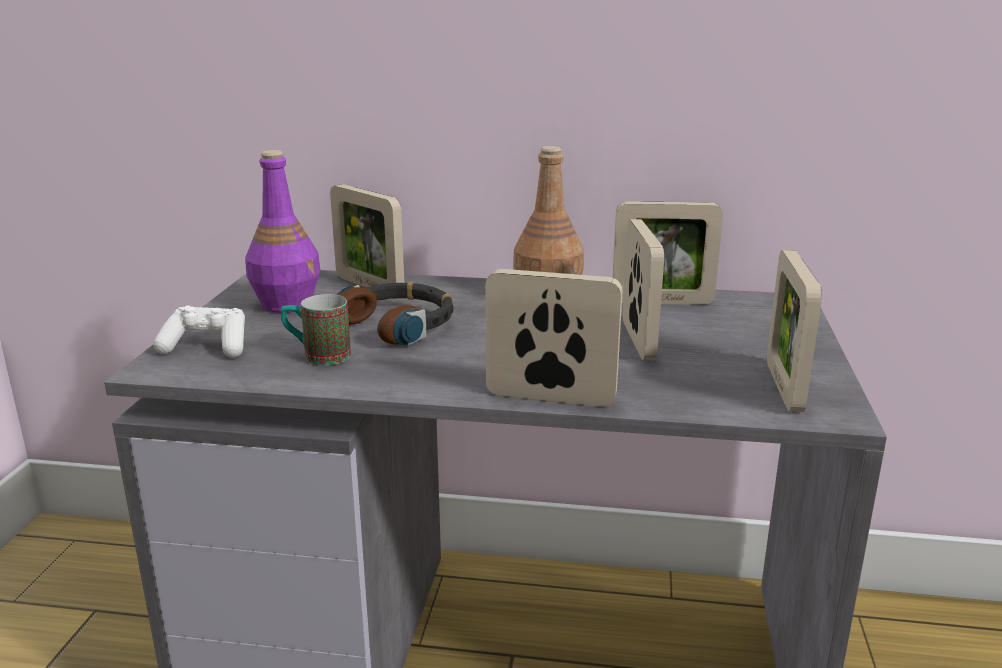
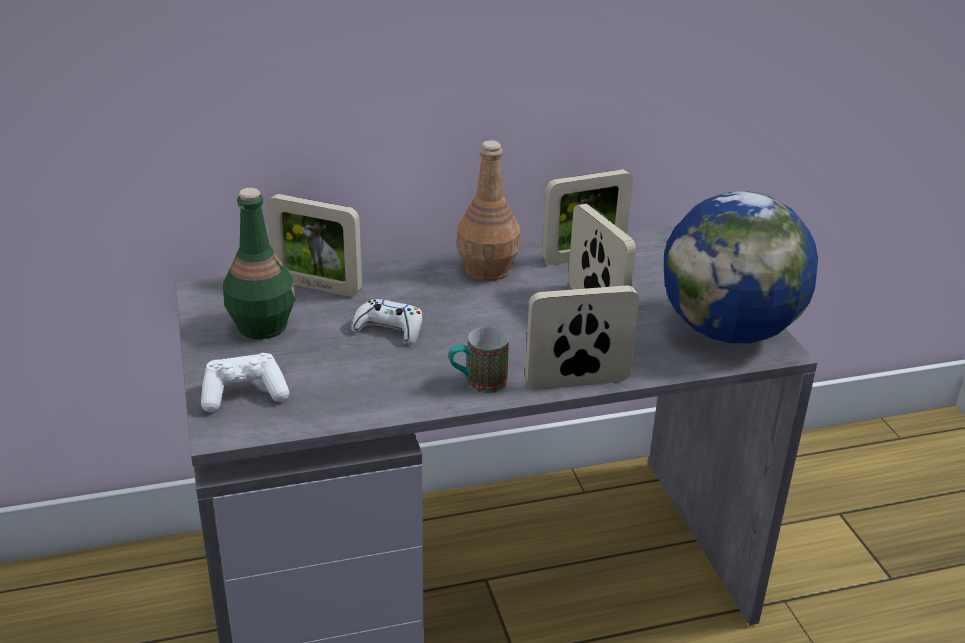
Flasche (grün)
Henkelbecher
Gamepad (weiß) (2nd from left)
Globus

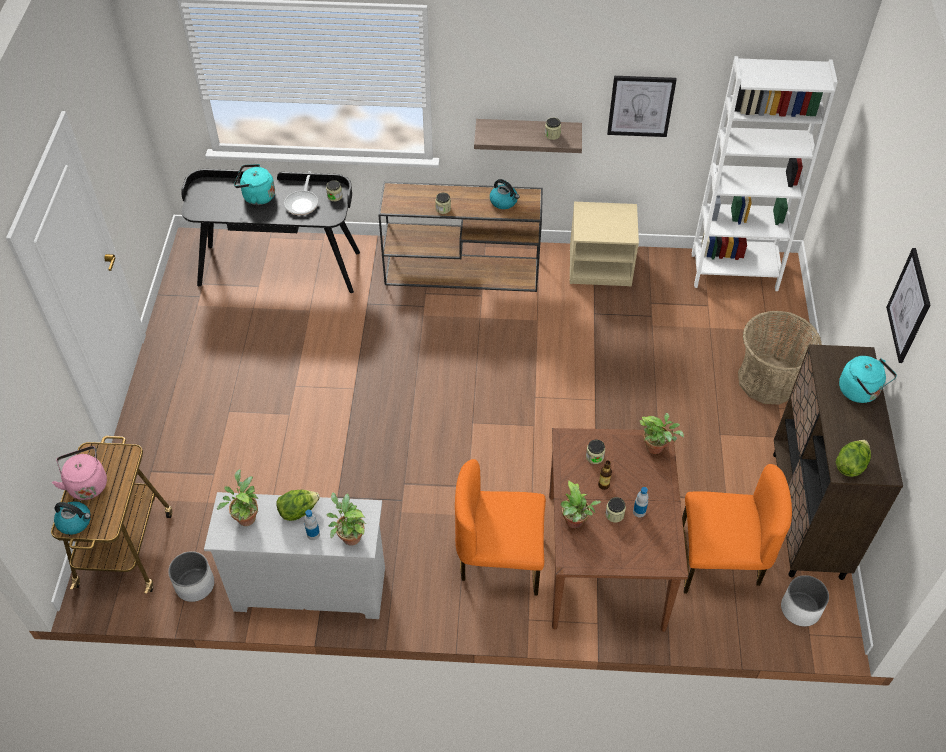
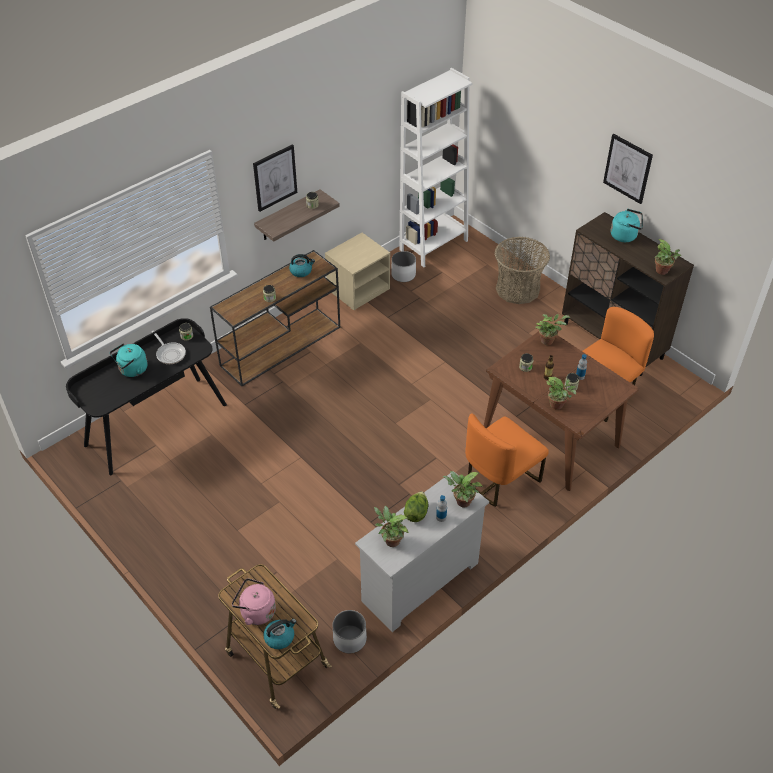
Bild (1st from left)
Pflanzkübel (weiß) (2nd from left)
Topfpflanze (5th from left)

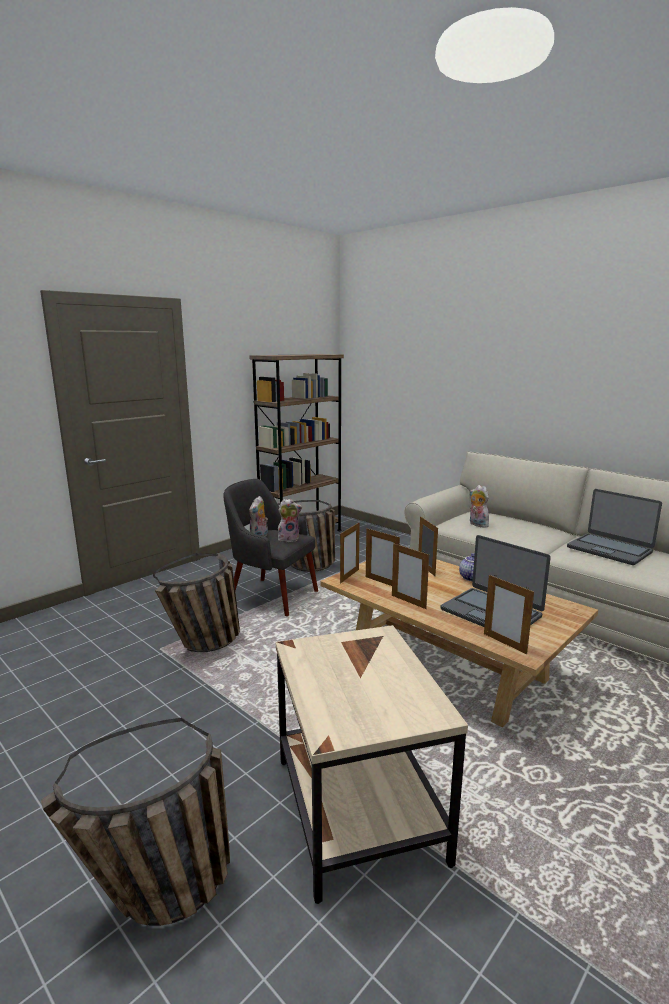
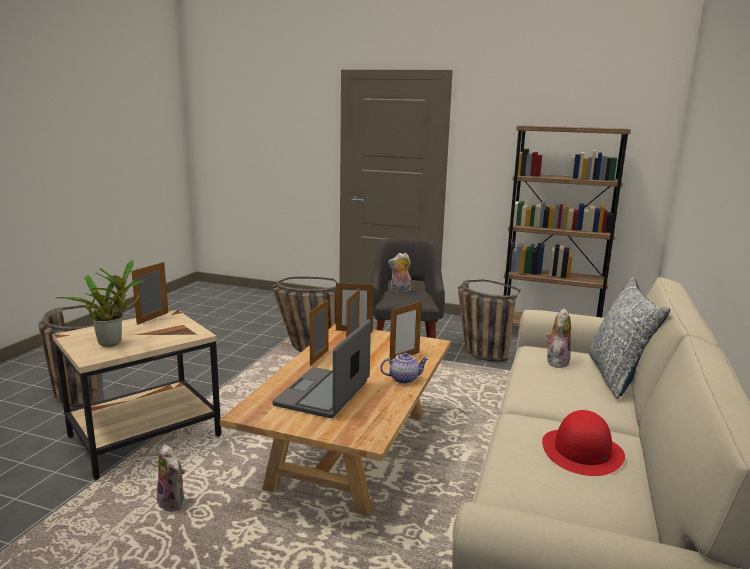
Plüschtier (1st from left)
Bilderrahmen (1st from left)
Hut (rot)
Topfpflanze
Kissen

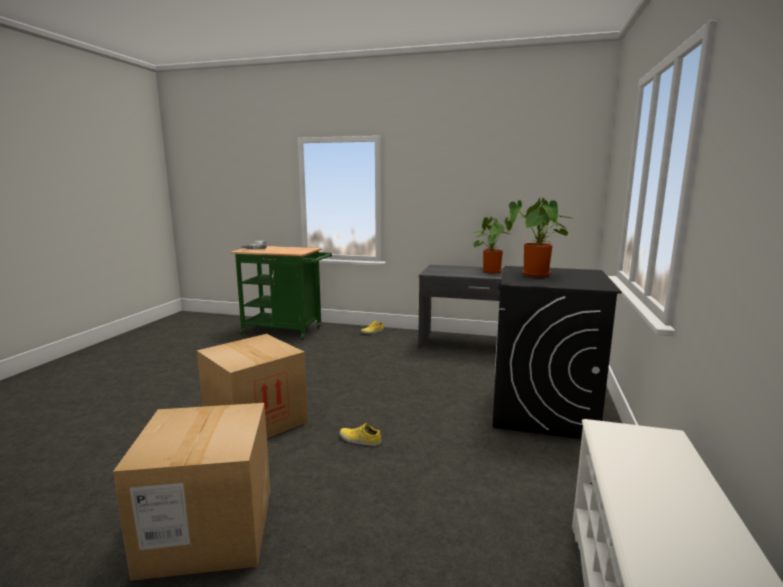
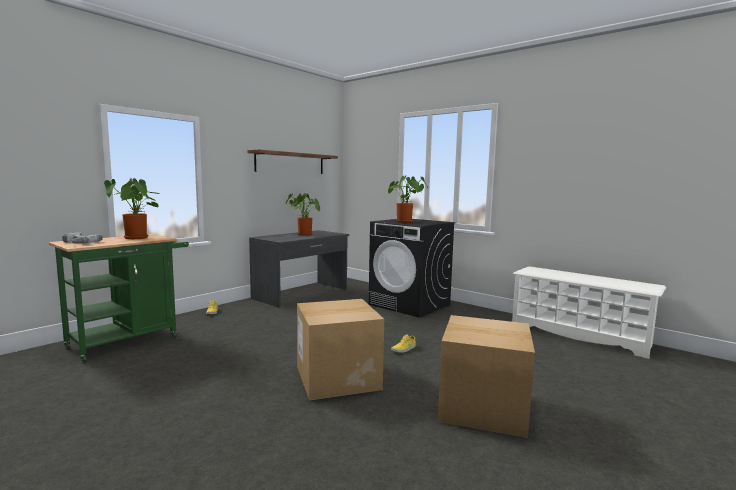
Topfpflanze (1st from left)
Wandregal

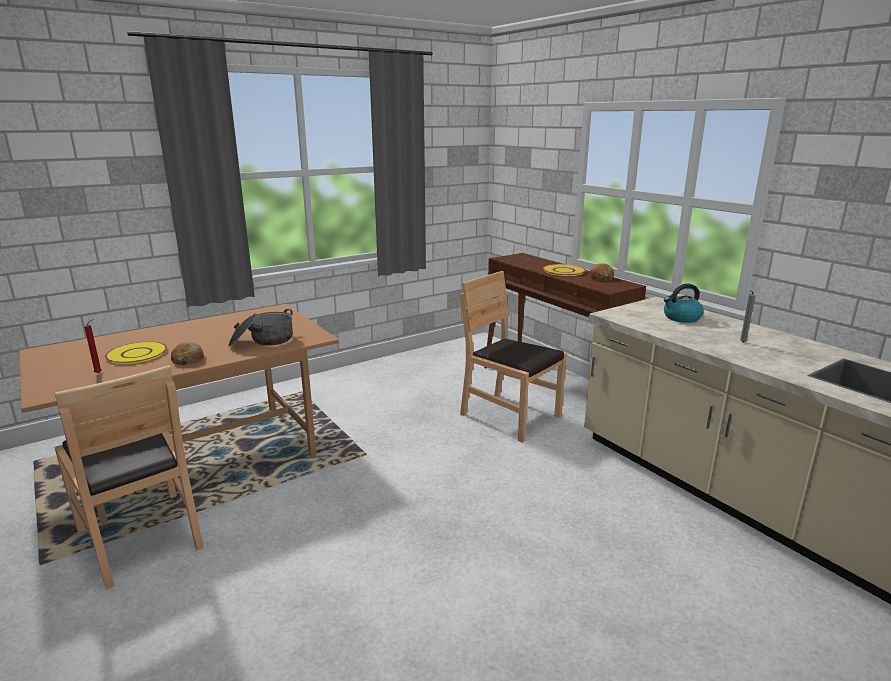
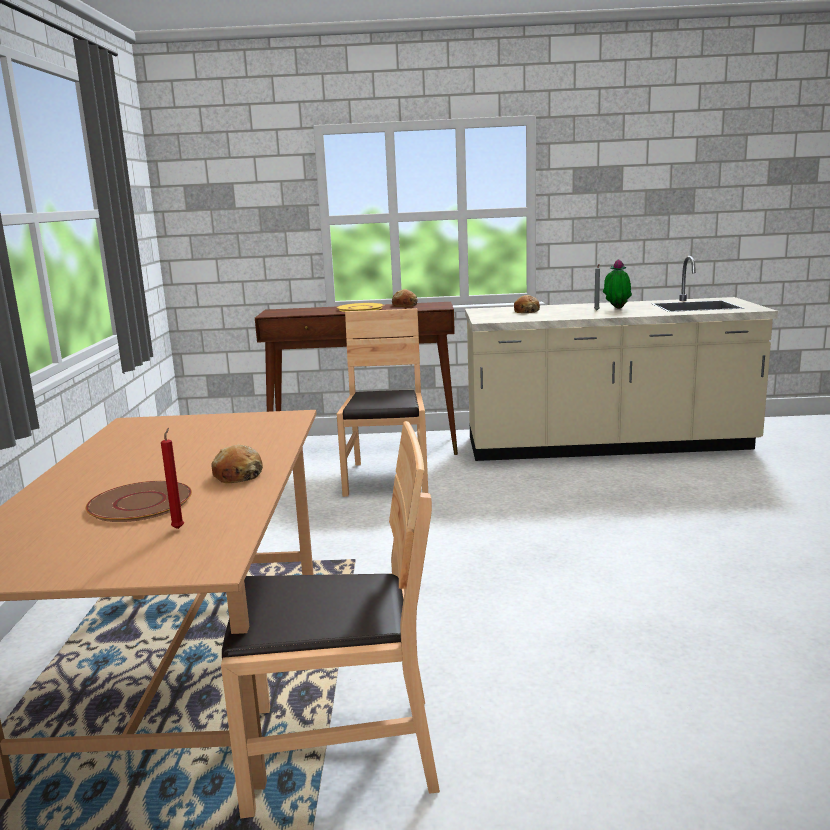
Teller (braun)
Kochtopf
Stuhl (braun) (2nd from left)
Brot (3rd from left)
Topfpflanze

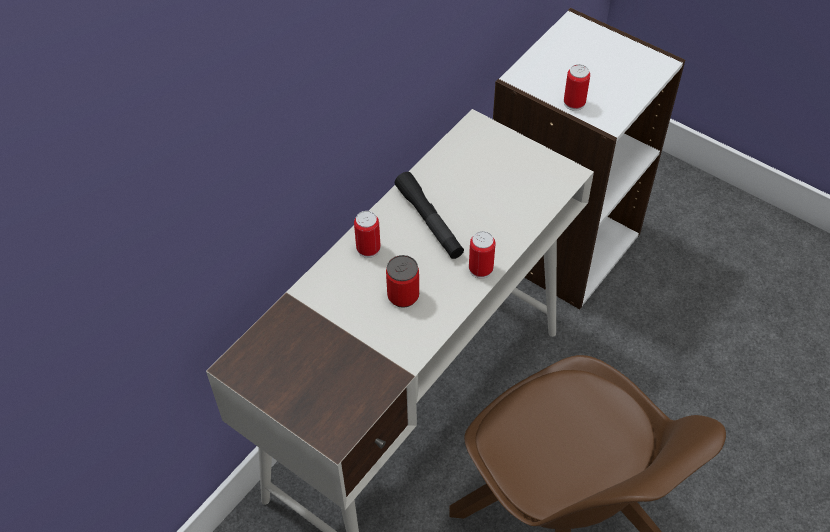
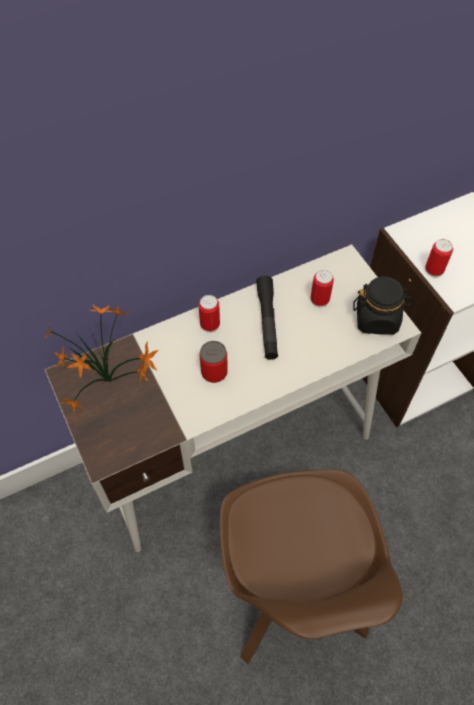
Dose (3rd from left)
Topfpflanze
Vorratsglas (schwarz)

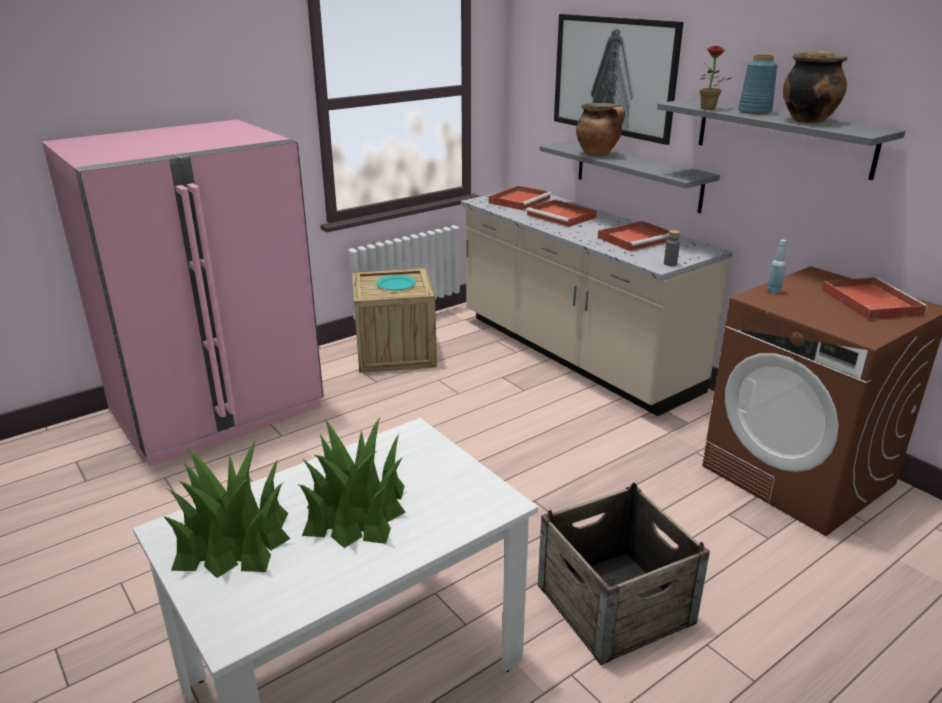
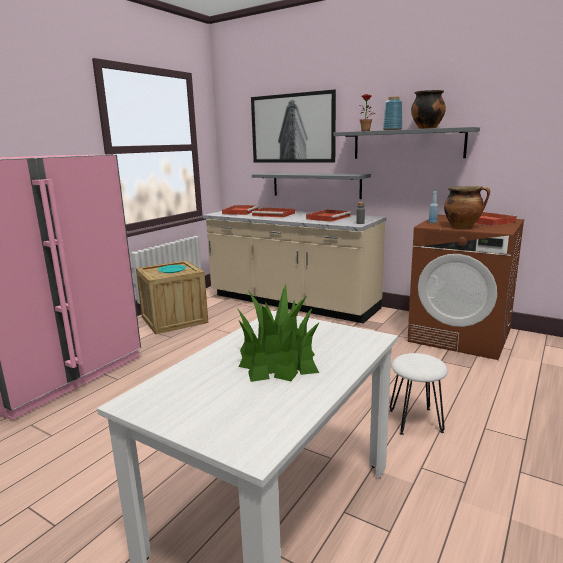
Topfpflanze (1st from left in the first image)
Hocker (weiß)
Kochtopf (2nd from left)

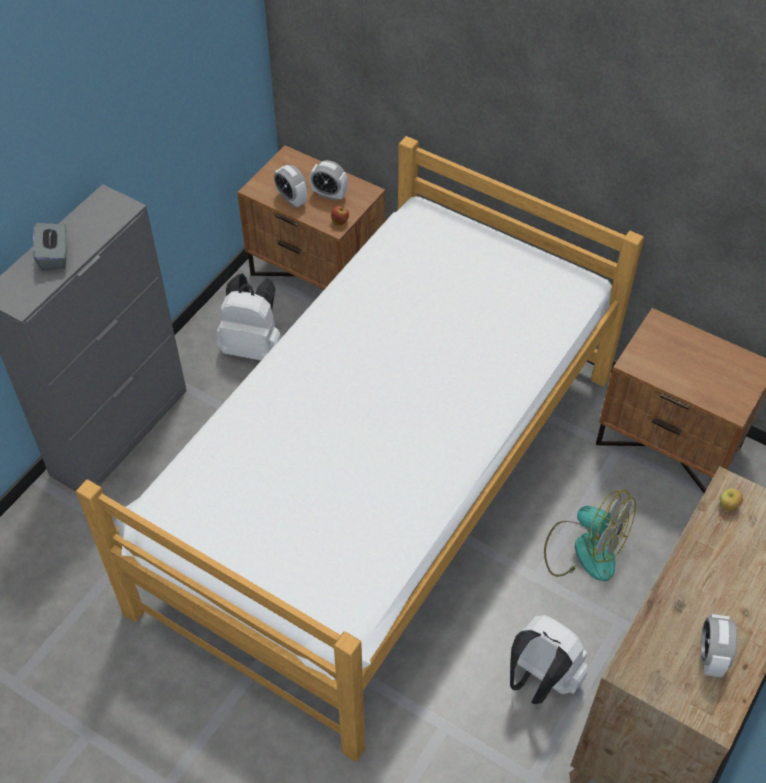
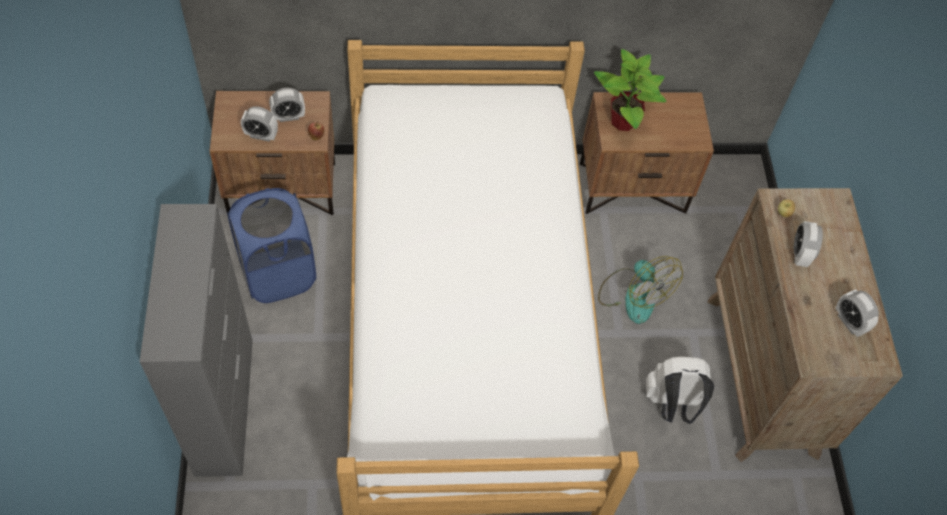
Taschentuchbox (grau)
Wäschekorb (blau)
Ventilator
Topfpflanze
Wecker (3rd from left)

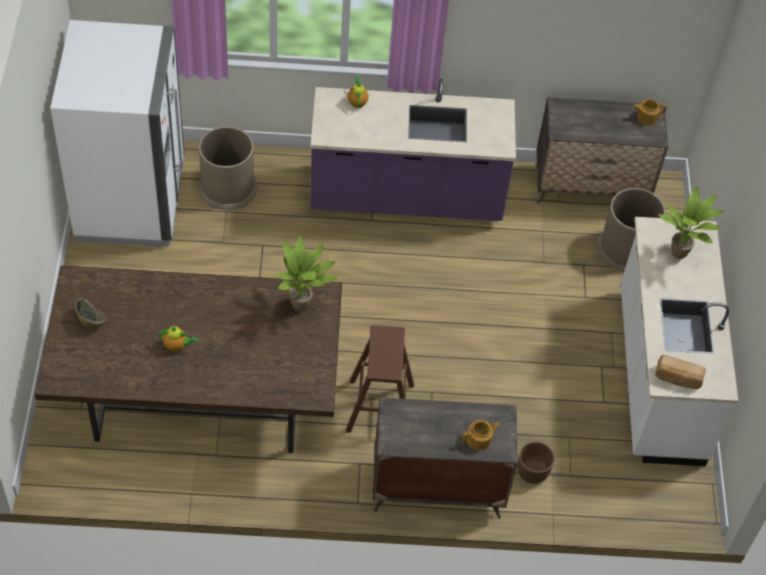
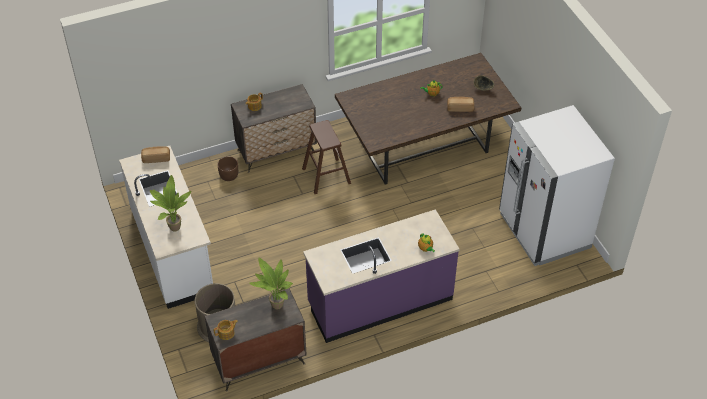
Mülleimer (braun) (1st from left in the first image)
Topfpflanze (2nd from left)
Brot (2nd from left)

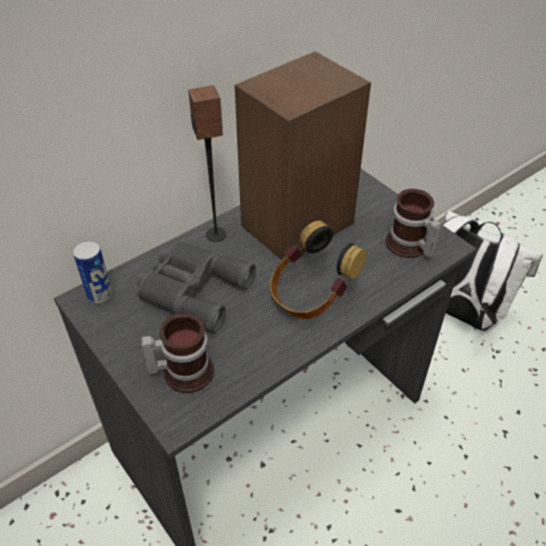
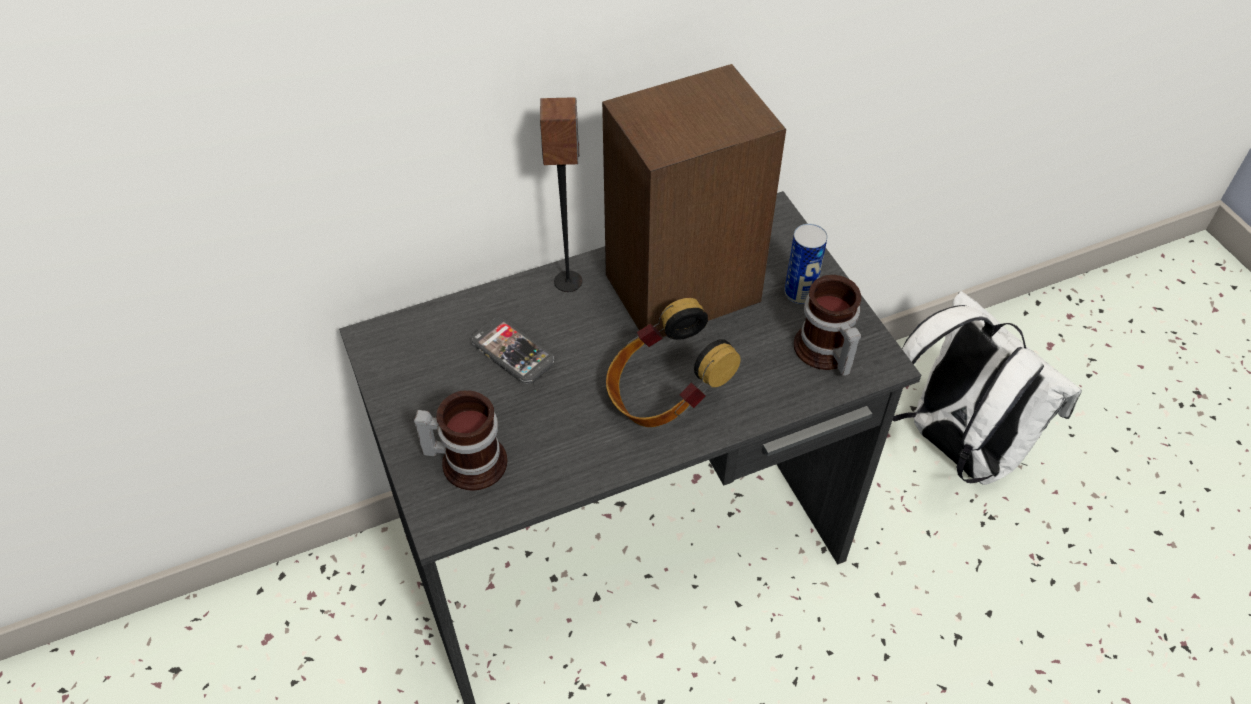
Dose
Handy

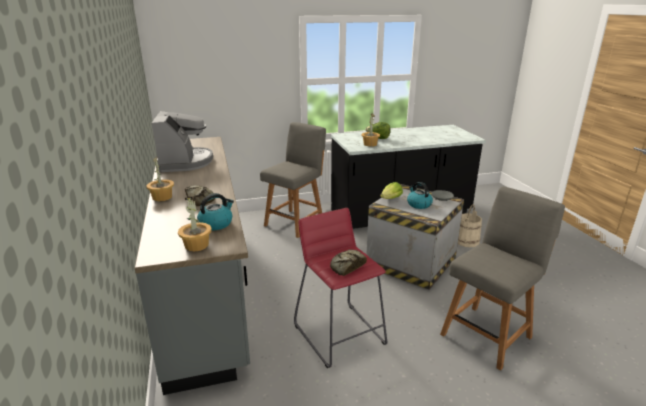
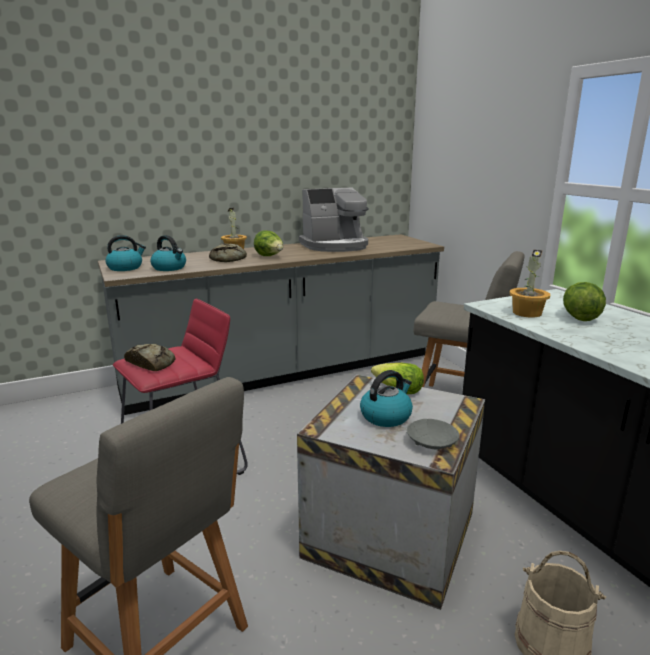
Wasserkessel (1st from left)
Salatkopf (1st from left)

